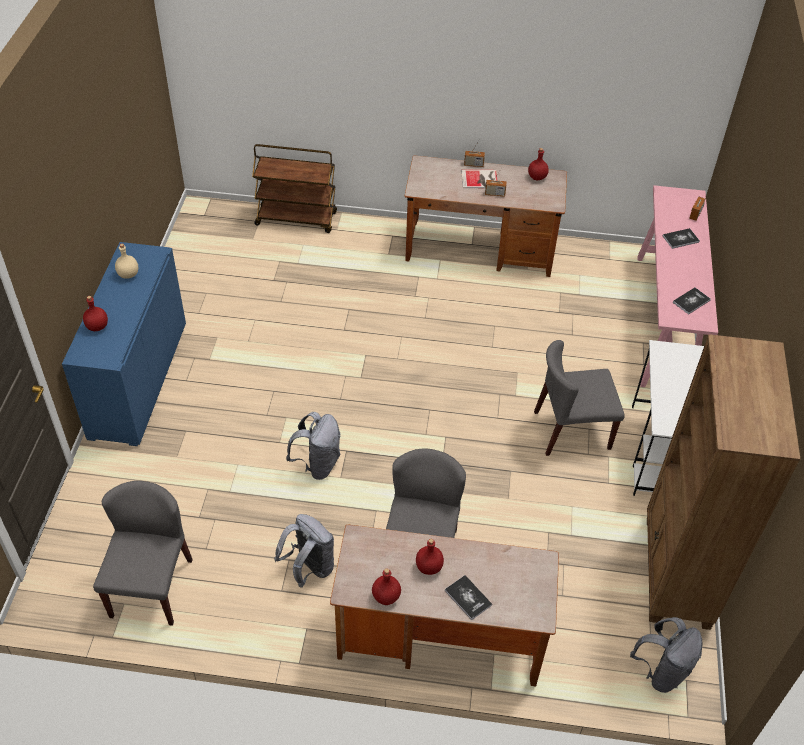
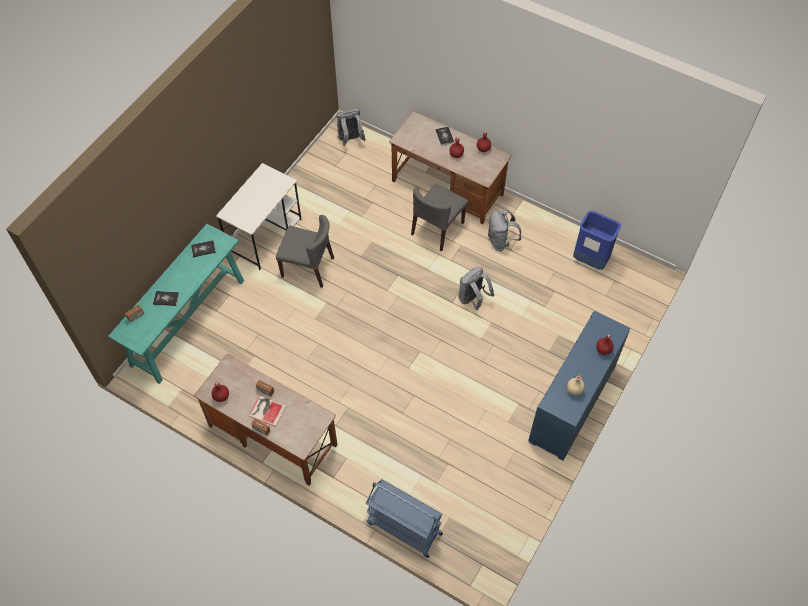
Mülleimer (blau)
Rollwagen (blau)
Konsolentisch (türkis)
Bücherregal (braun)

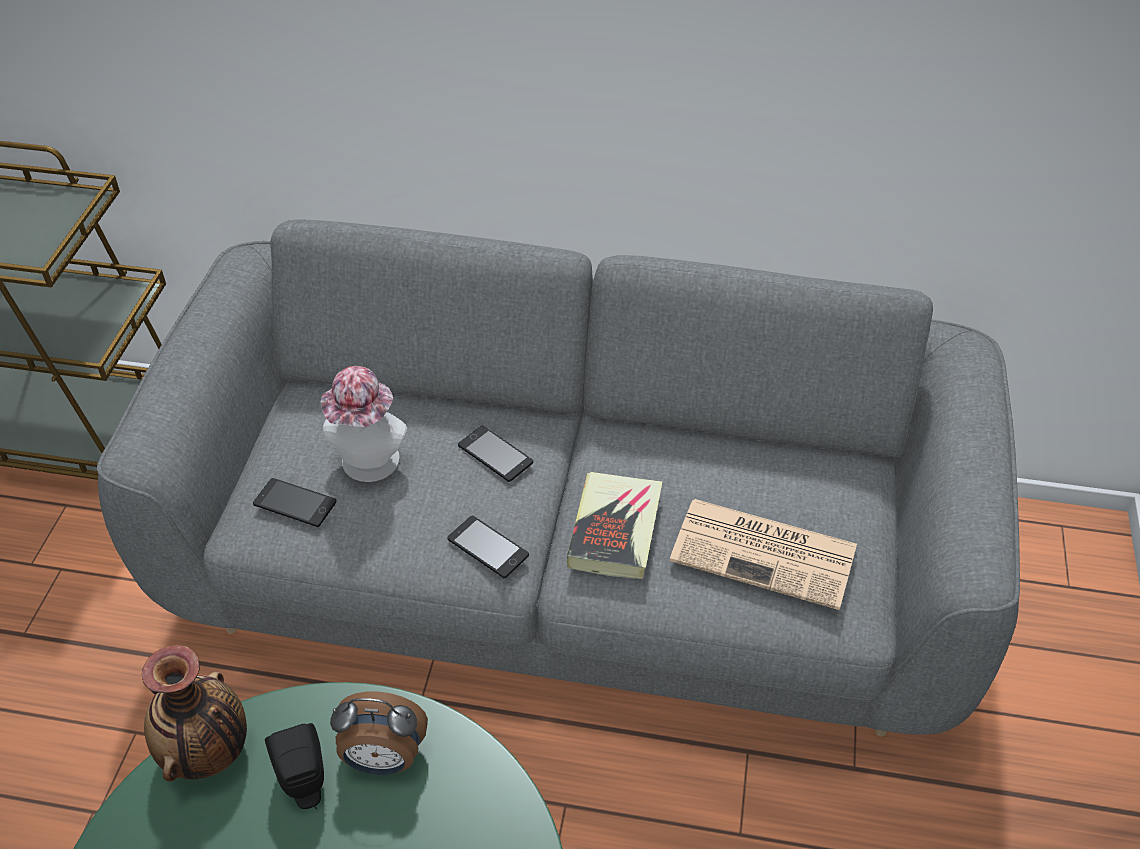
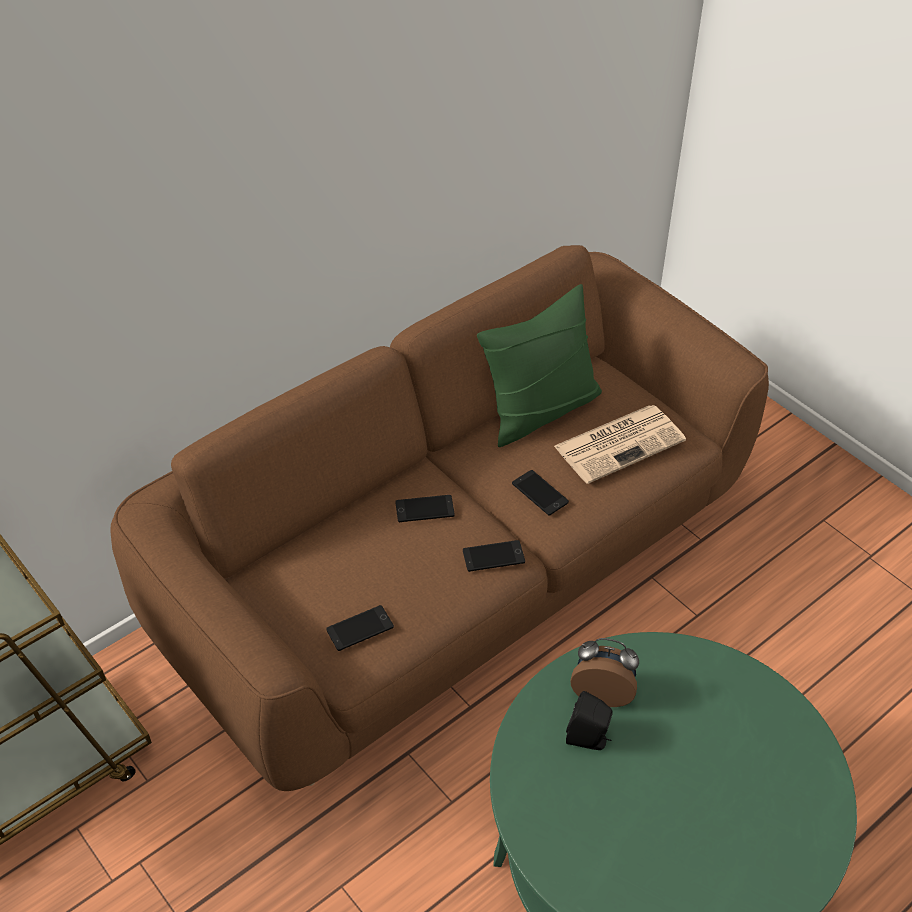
Sofa (braun)
Vase
Hut
Wecker
Handy (4th from left)
Kissen (grün)

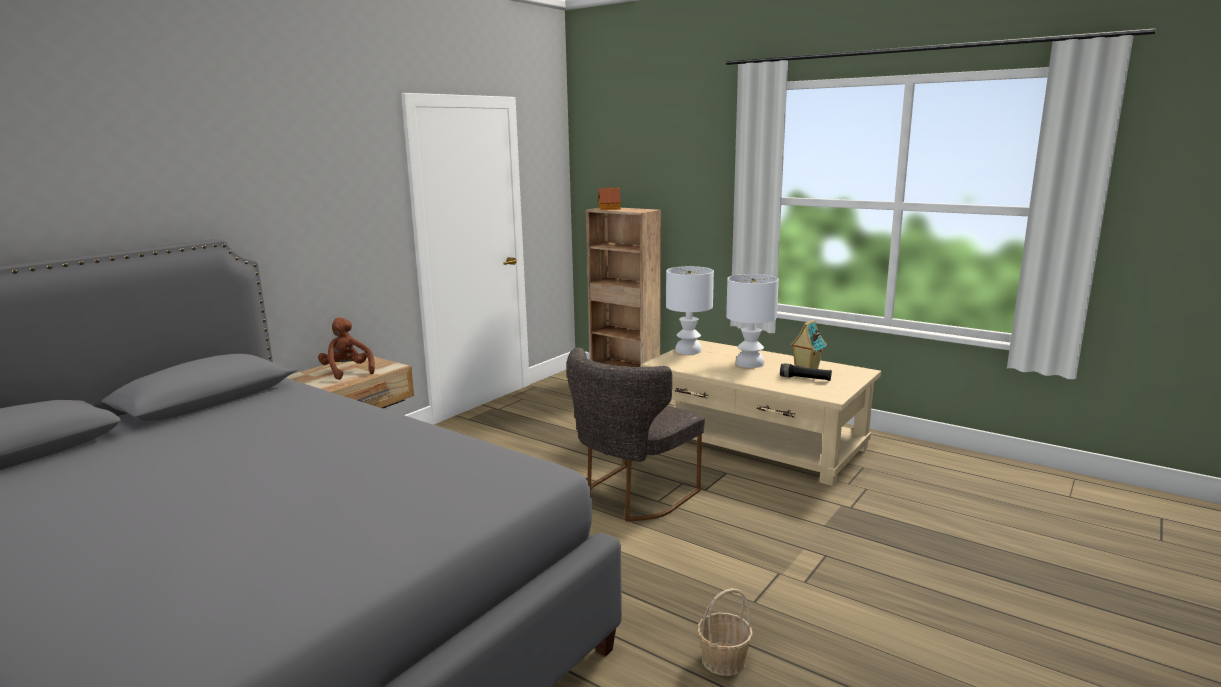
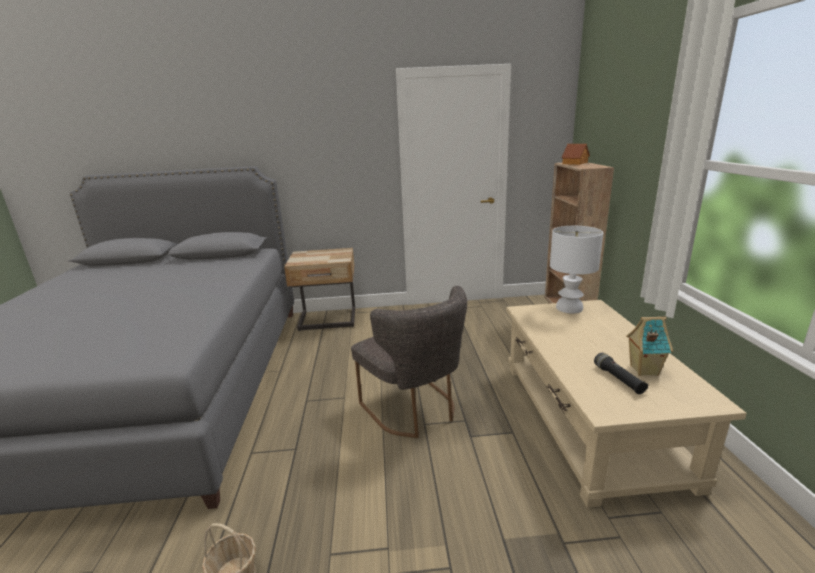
Plüschtier (braun)
Stuhl (grau)
Tischlampe (weiß) (2nd from left in the first image)

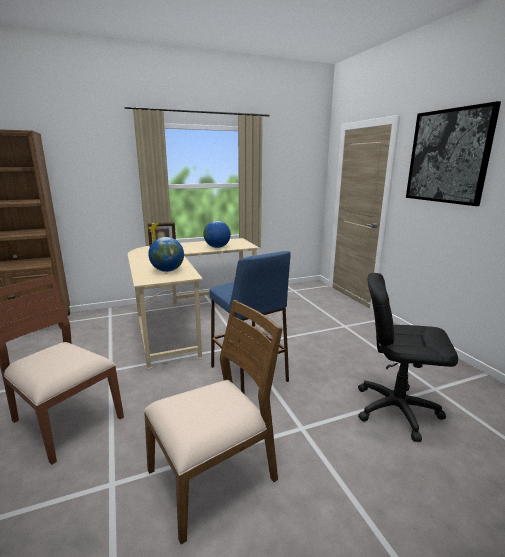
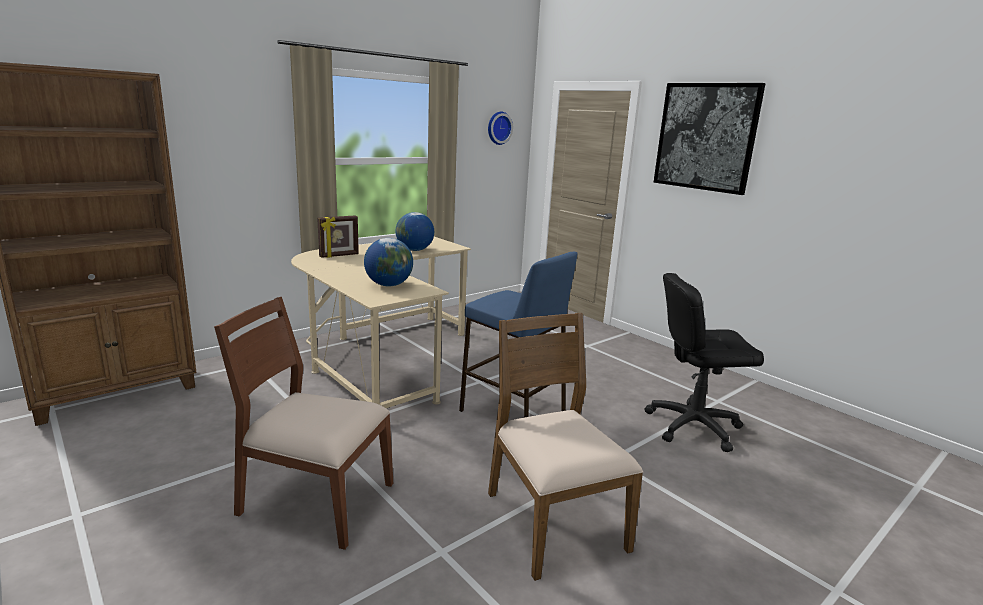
Stuhl (braun) (2nd from left)
Wanduhr

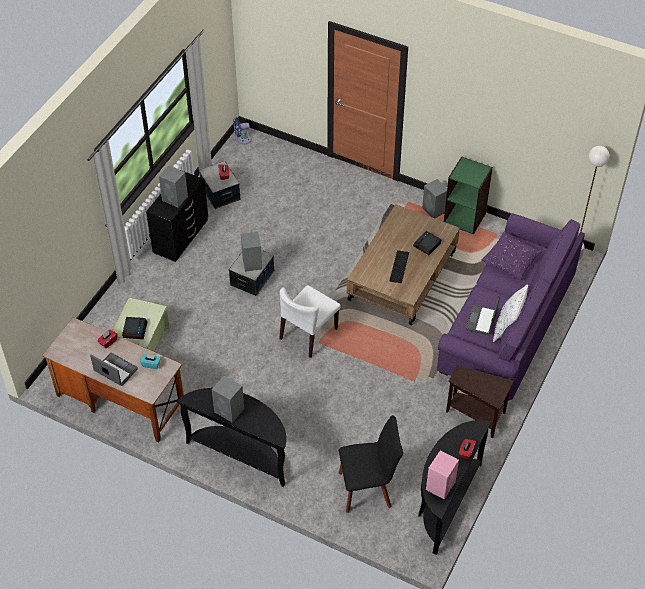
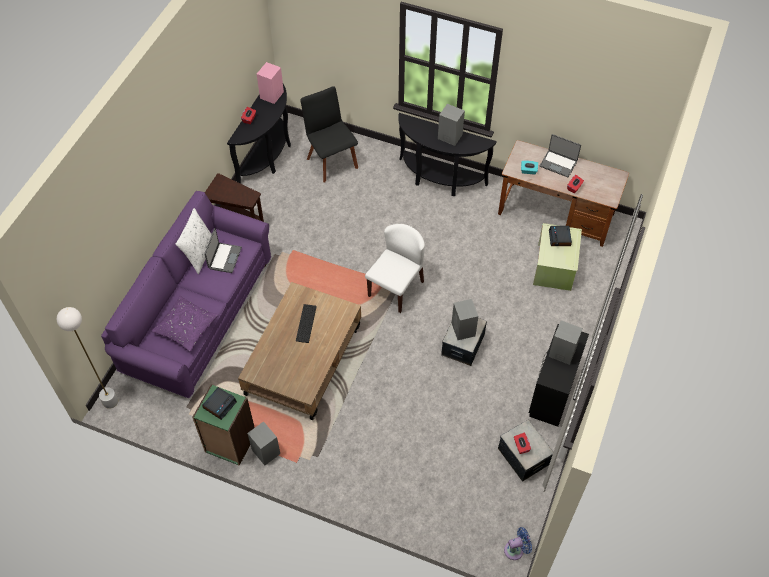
Stuhl (schwarz)
Wecker (1st from left)

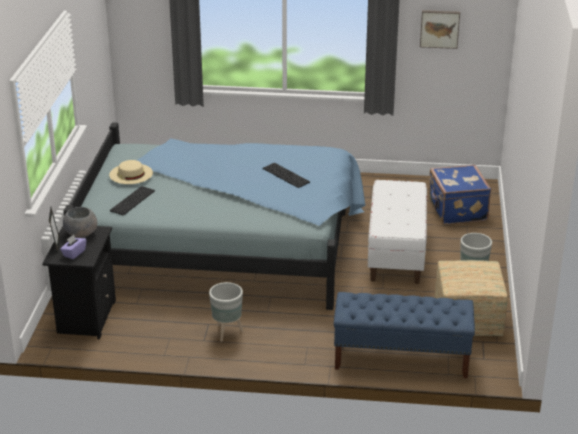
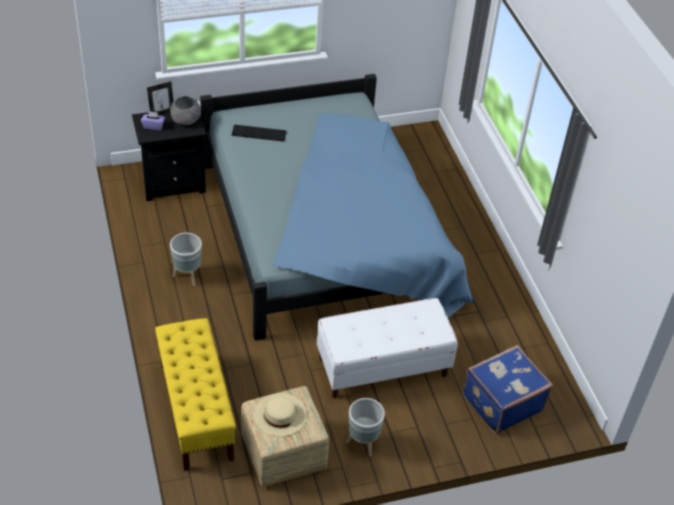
Hut (beige)
Tastatur (2nd from left in the first image)
Bank (gelb)
Bild

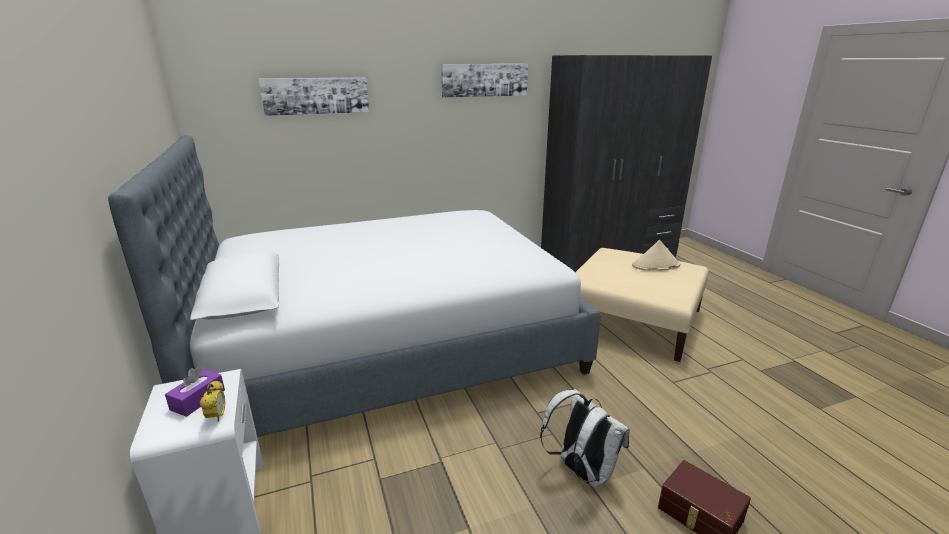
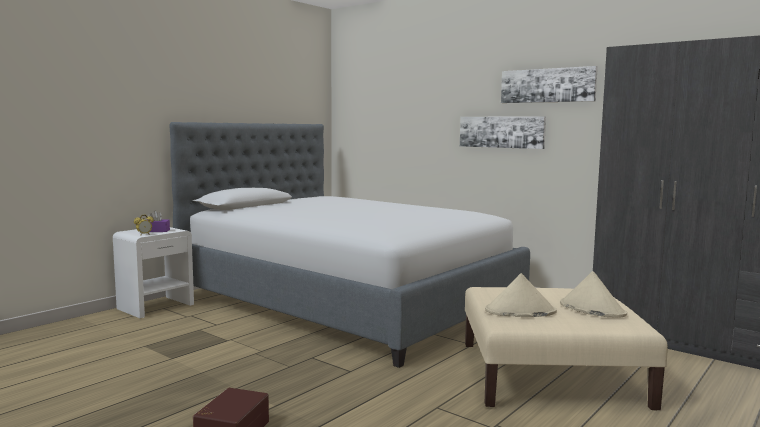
Bild (1st from left)
Rucksack (weiß)
Hut (beige) (1st from left)

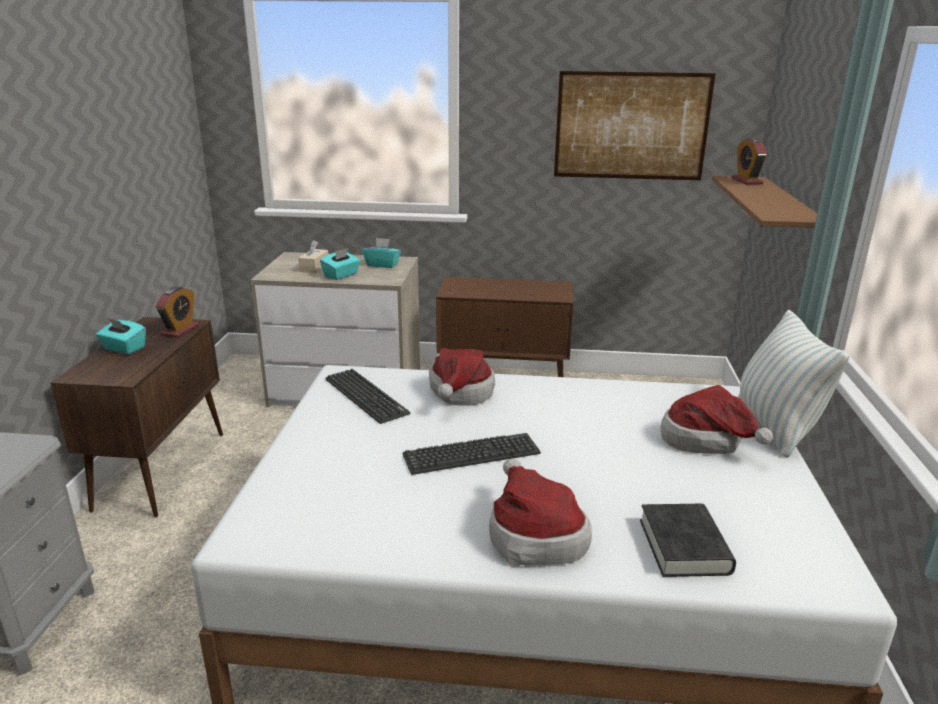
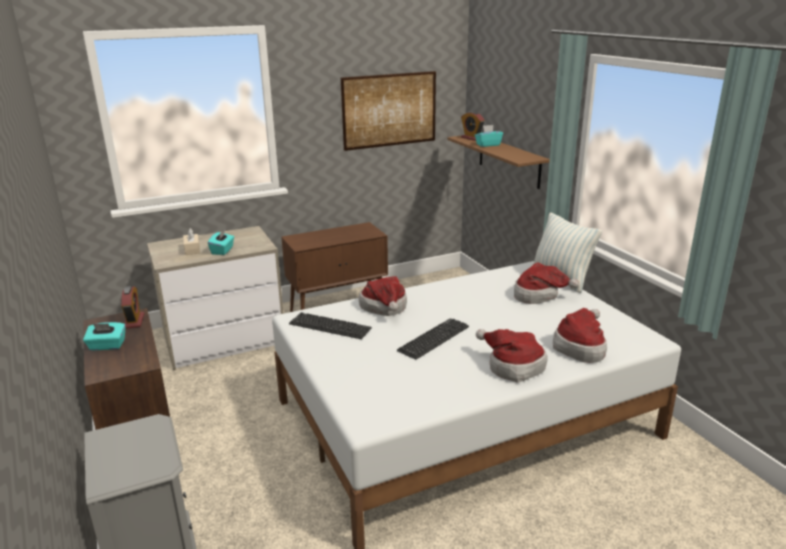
Taschentuchbox (türkis) (3rd from left)
Hut (4th from left)

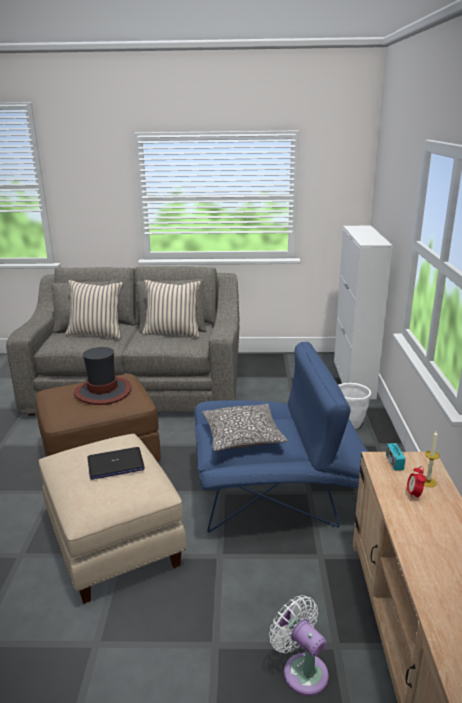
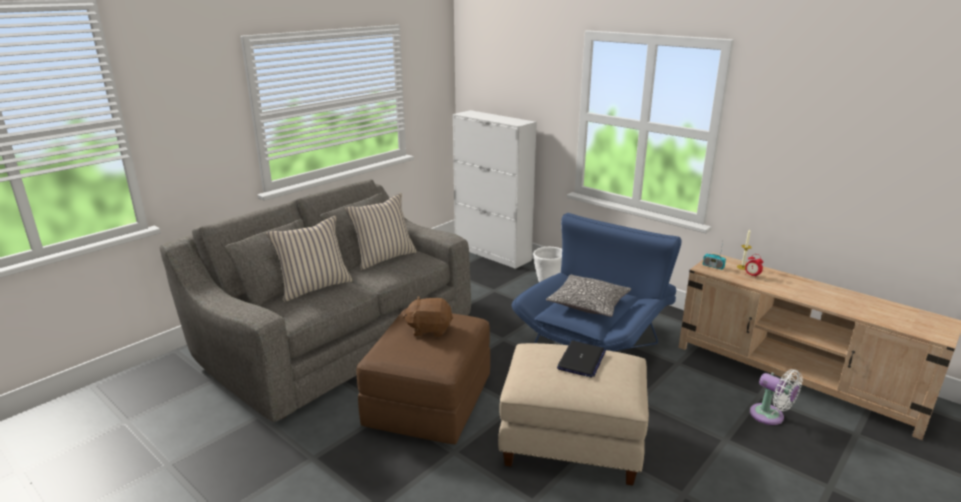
Plüschtier (braun)
Ventilator (weiß)

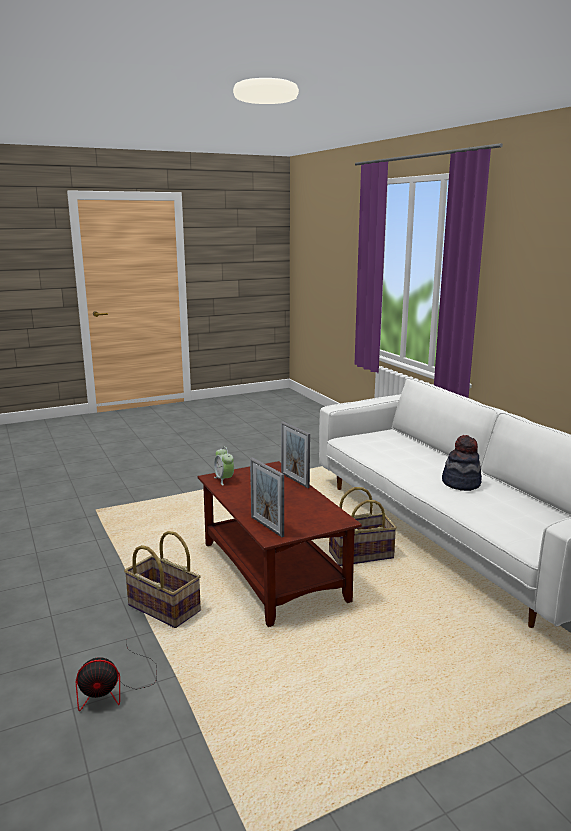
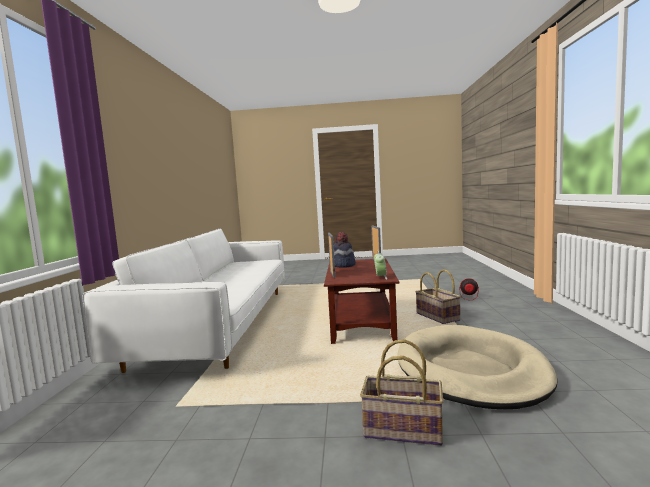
Korb (1st from left)
Hut
Hundebett (beige)

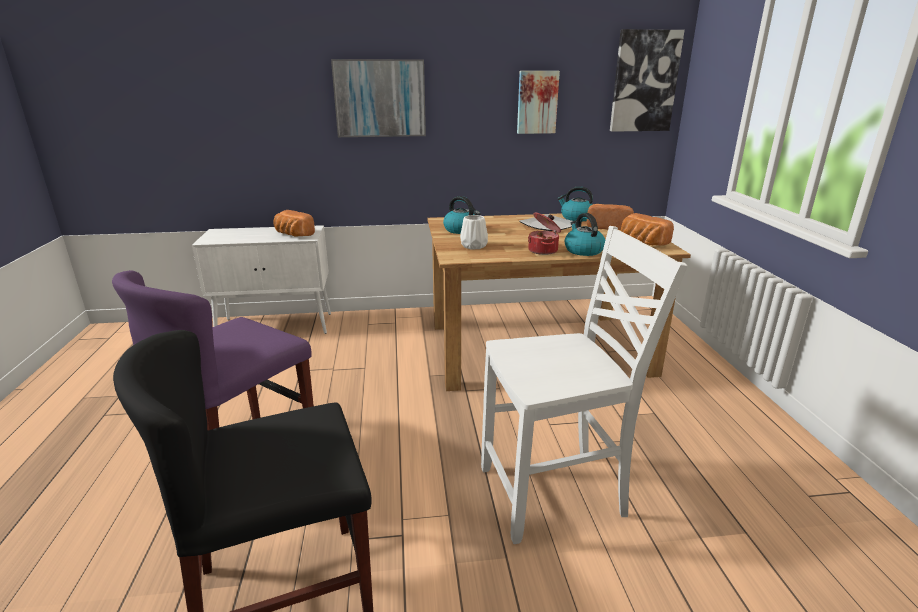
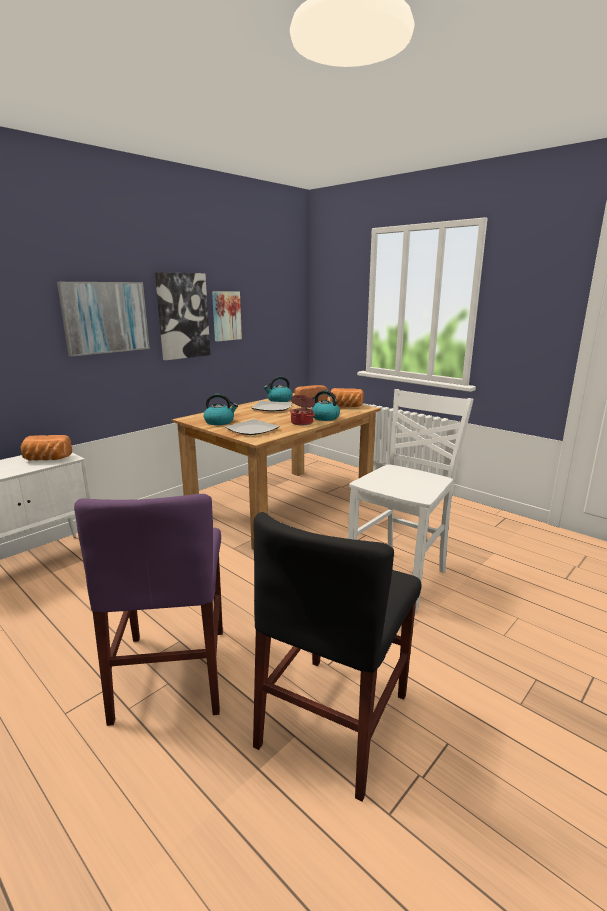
Teller (1st from left)
Bild (2nd from left)

